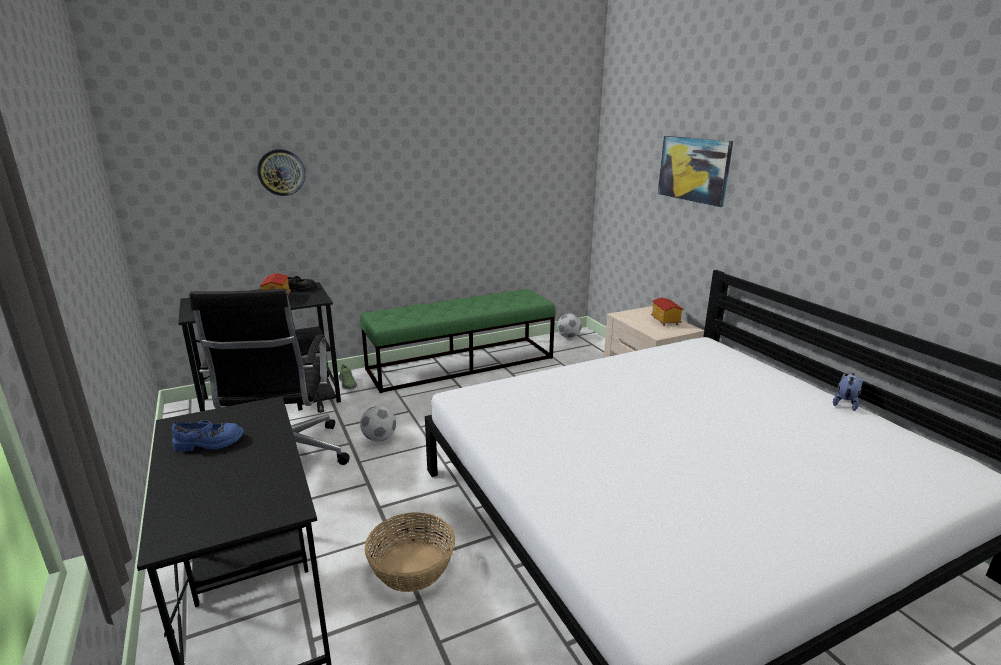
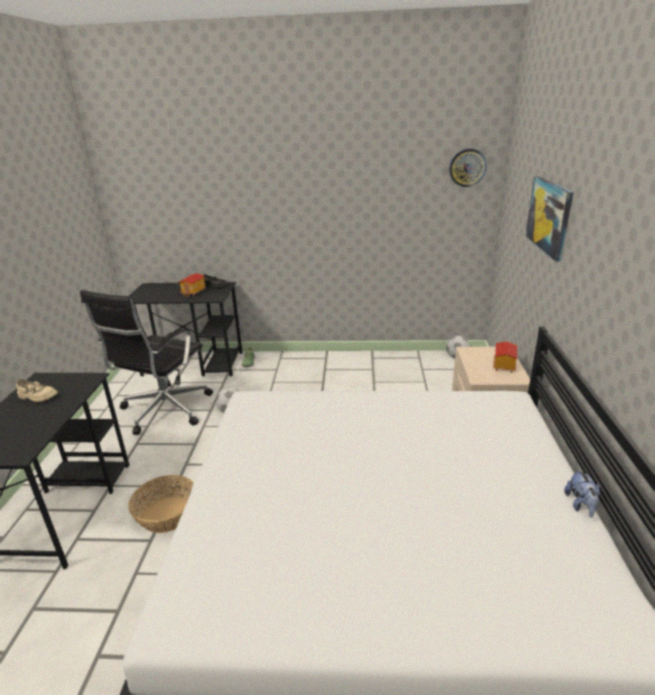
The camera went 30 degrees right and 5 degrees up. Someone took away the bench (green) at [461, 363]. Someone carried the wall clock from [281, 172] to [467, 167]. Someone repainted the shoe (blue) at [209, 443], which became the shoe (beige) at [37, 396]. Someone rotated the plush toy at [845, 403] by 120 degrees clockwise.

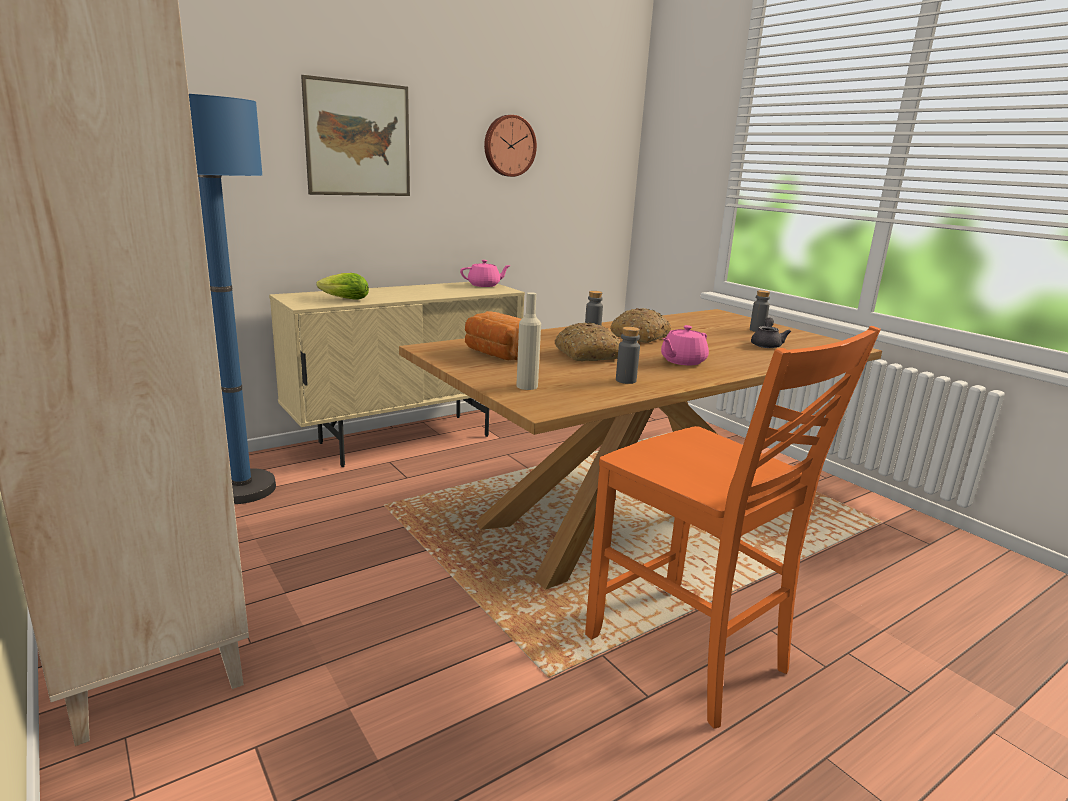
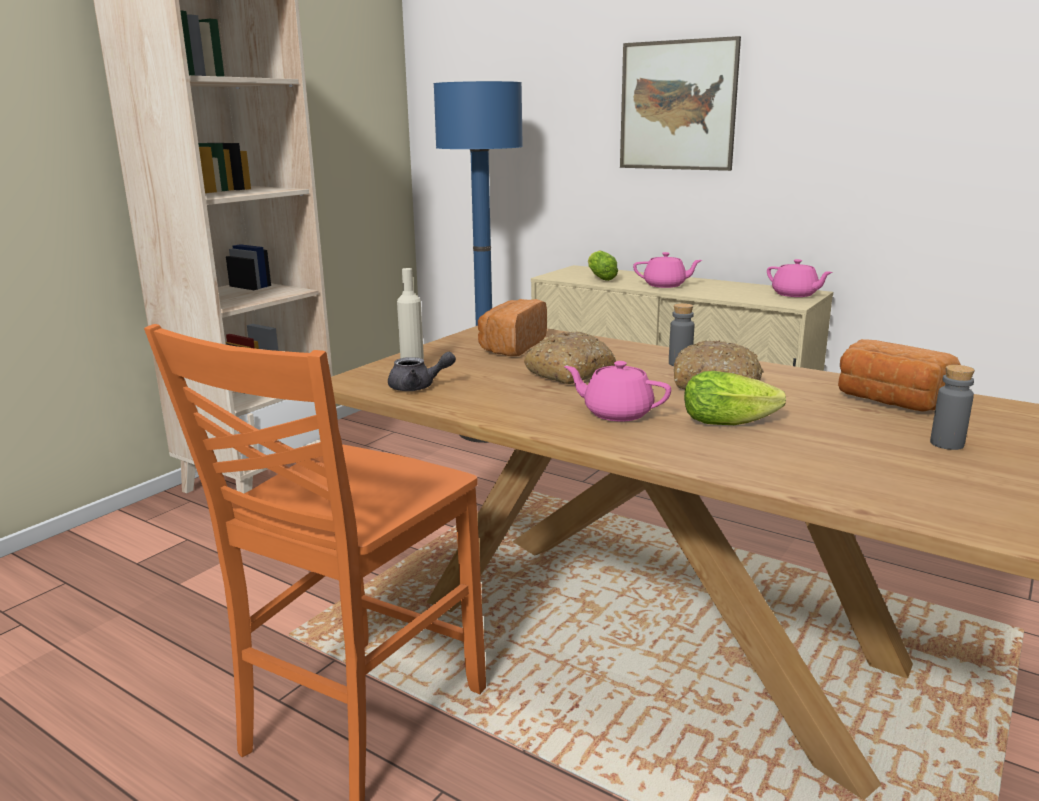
The camera went 70 degrees right and 0 degrees up. Someone took away the wall clock at [509, 146]. Someone took away the bottle (grey) at [625, 380]. Someone put down the teapot (pink) at [665, 285]. Someone put down the lettuce at [733, 421]. Someone put down the bread at [889, 401]. Someone carried the teapot (grey) from [766, 344] to [418, 387].

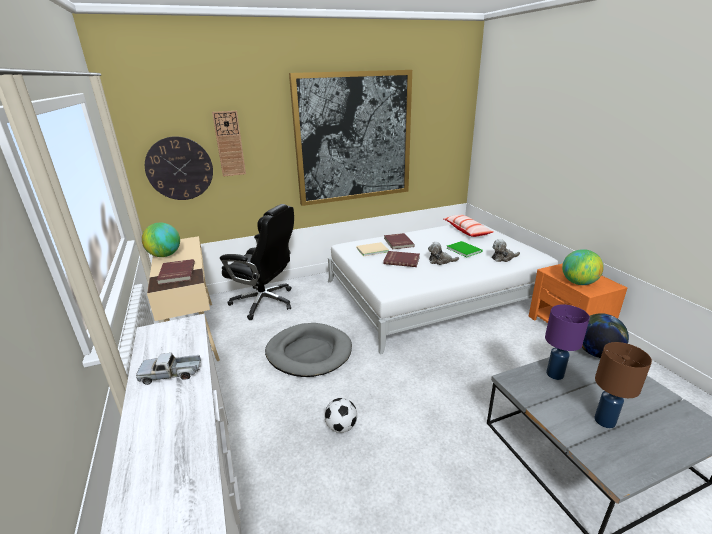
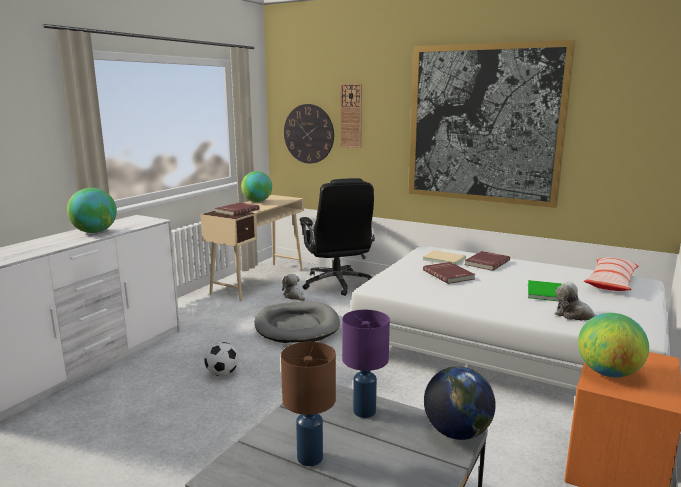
The camera went 50 degrees right and 10 degrees down. Someone carried the plush toy from [440, 261] to [294, 296]. Someone swapped the toy truck at [171, 374] for the globe at [94, 232].

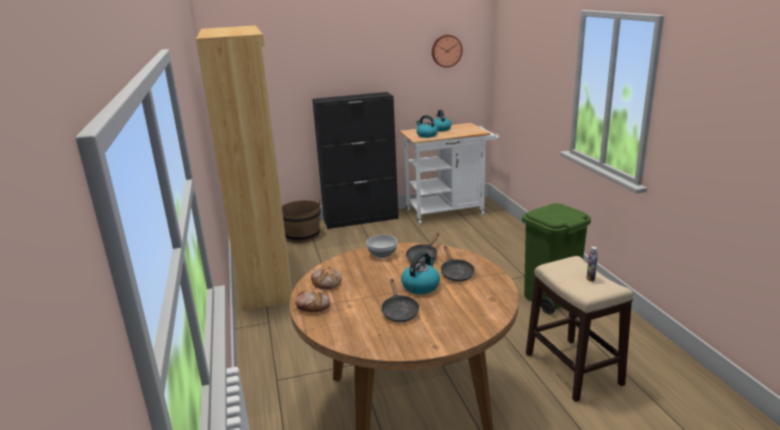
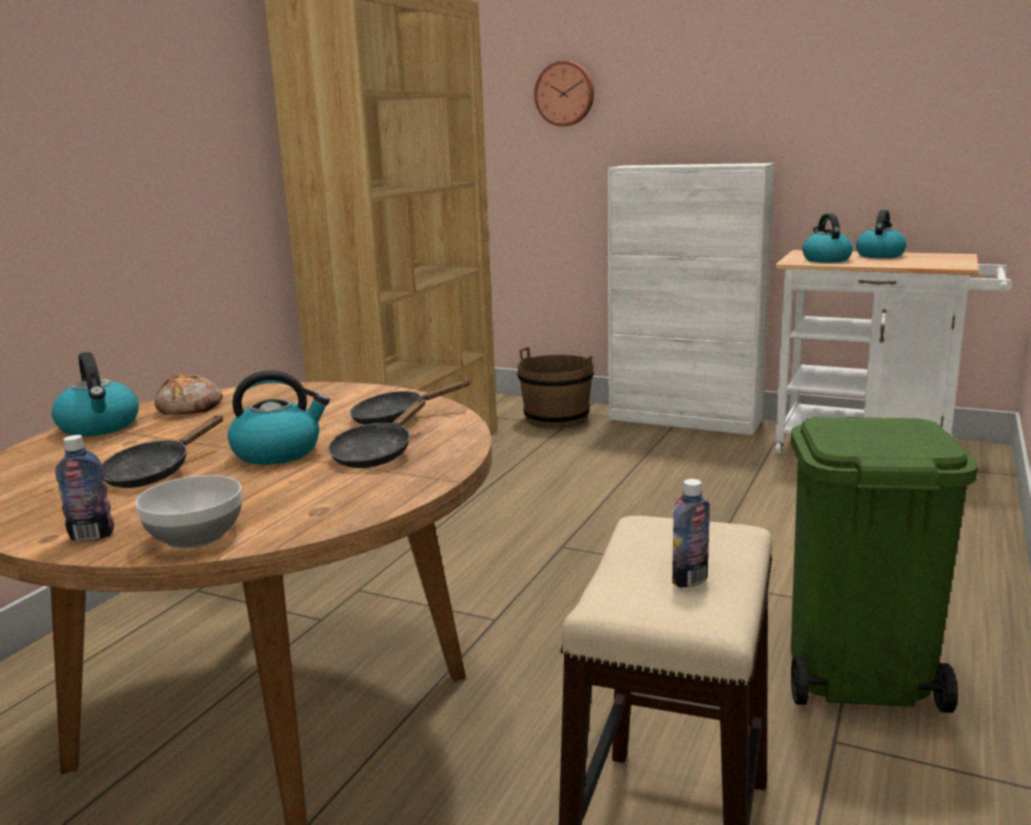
The camera went 40 degrees right and 5 degrees down. Someone put down the bottle at [92, 536]. Someone carried the bowl from [383, 253] to [197, 536]. Someone carried the wall clock from [446, 51] to [565, 94]. Someone swapped the bread at [313, 305] for the kettle at [100, 427]. Someone repainted the cabinet (black) at [361, 219], which became the cabinet (white) at [685, 420].

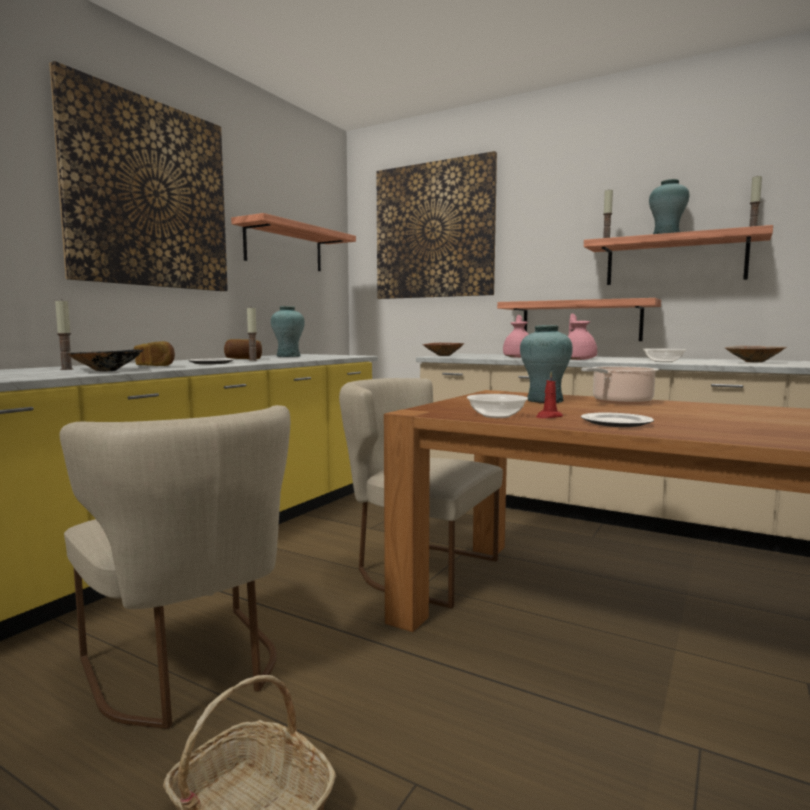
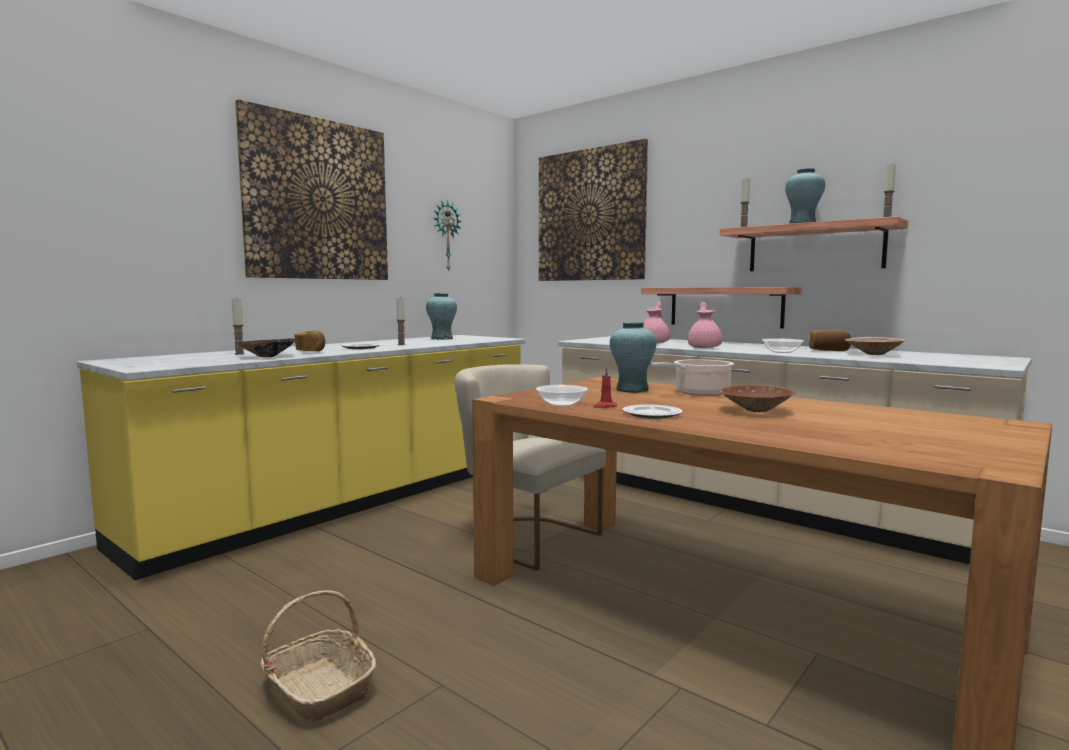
The camera went 10 degrees right and 0 degrees up. Someone took away the chair (beige) at [191, 672]. Someone carried the bread from [243, 359] to [829, 350]. Someone carried the bowl (brown) from [443, 355] to [755, 411]. Someone swapped the shelf at [284, 247] for the wall clock at [445, 236].

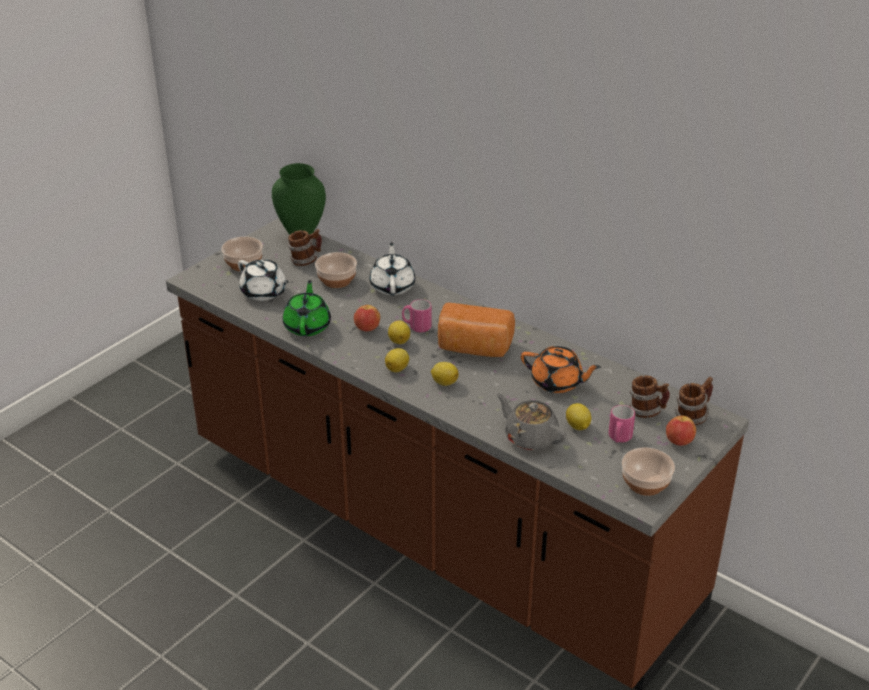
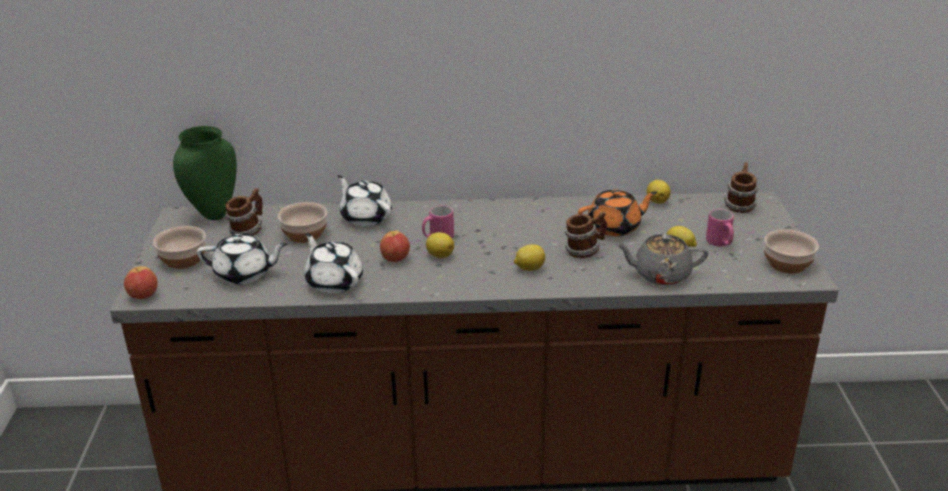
The camera went 40 degrees left and 5 degrees down. Someone took away the bread at [474, 348]. Someone carried the lemon from [397, 368] to [657, 201]. Someone carried the mug from [647, 411] to [584, 251]. Someone carried the apple from [679, 441] to [144, 295]. Someone repainted the teapot (green) at [307, 326], which became the teapot (white) at [334, 282].

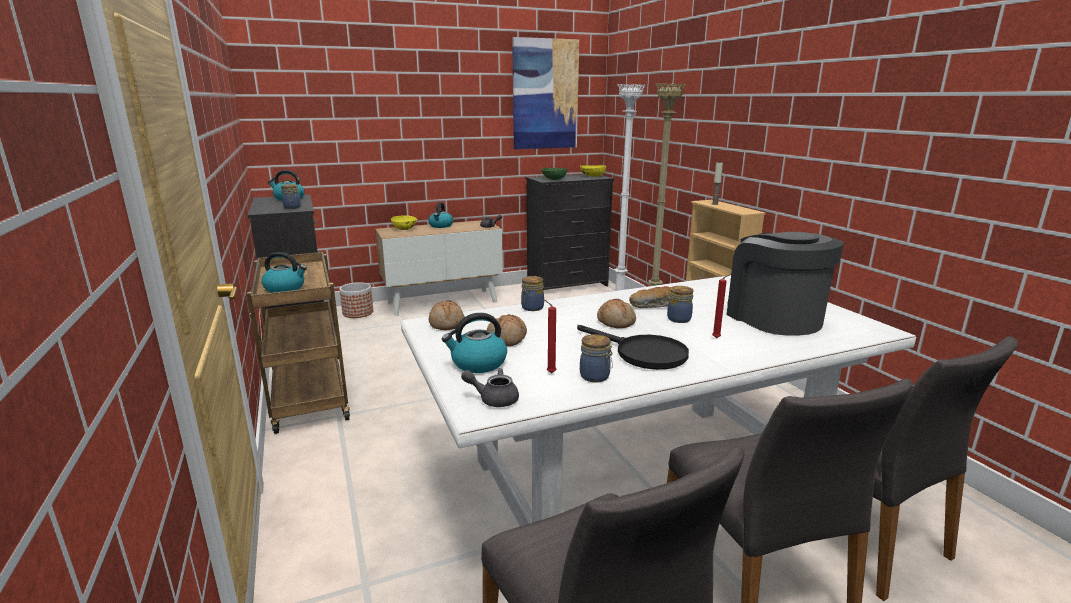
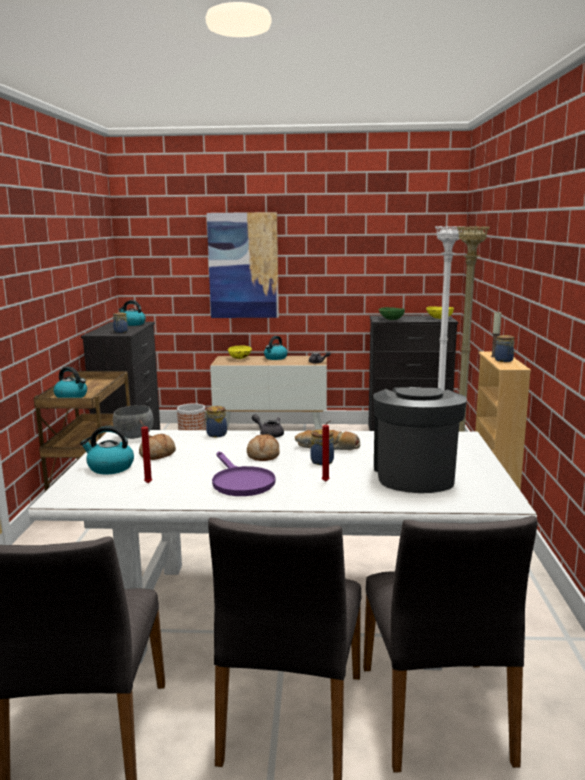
The camera went 25 degrees right and 5 degrees down. Someone carried the teapot (grey) from [493, 399] to [269, 434]. Someone carried the picture from [545, 94] to [243, 265]. Someone carried the jar from [595, 377] to [504, 360]. Someone swapped the bread at [447, 323] for the bowl (grey) at [134, 437]. Someone repainted the frying pan (black) at [642, 353], which became the frying pan (purple) at [240, 482].

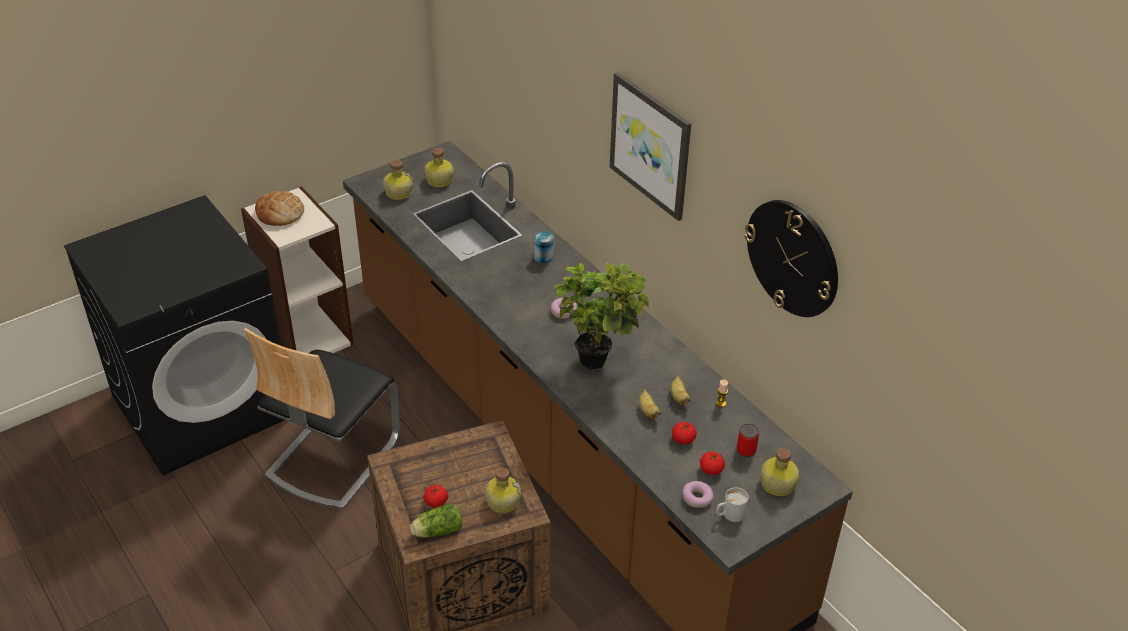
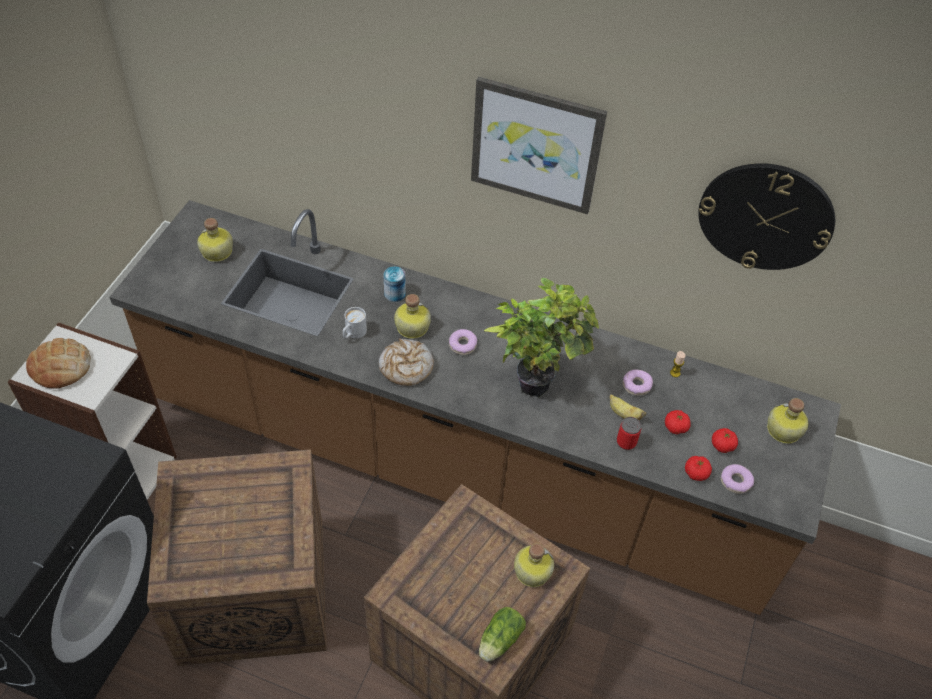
The camera went 35 degrees left and 10 degrees up. Someone put down the bread at [405, 367]. Someone carried the bottle from [398, 192] to [411, 327]. Someone carried the tomato from [436, 502] to [696, 473]. Someone carried the mug (white) from [729, 515] to [353, 333]. Someone carried the can from [746, 450] to [626, 442]. Someone swapped the chair at [332, 457] for the crate at [251, 592]. Someone swapped the banana at [679, 397] for the donut at [636, 385].

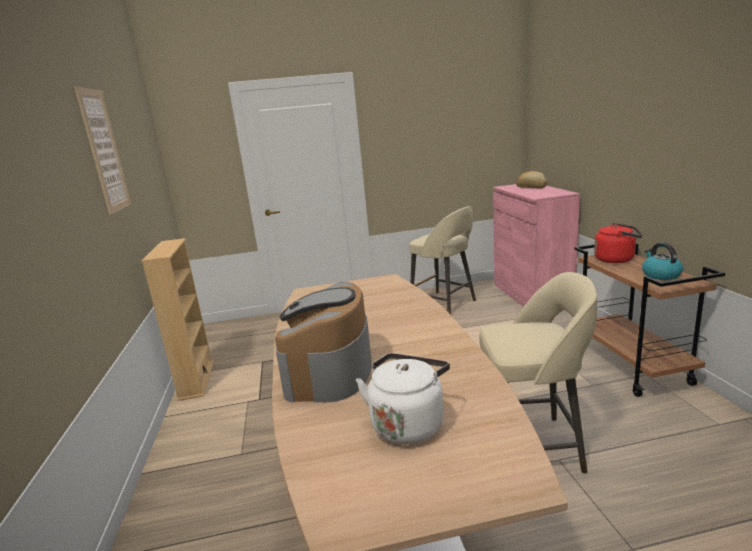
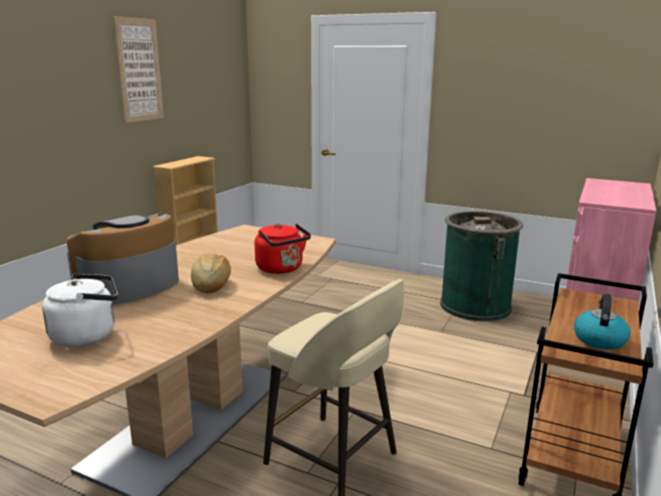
The camera went 35 degrees right and 0 degrees up. Someone carried the bread from [531, 188] to [210, 285]. Someone carried the kettle (red) from [616, 259] to [281, 269]. Someone swapped the stool (beige) at [444, 304] for the trash can (green) at [475, 306].

